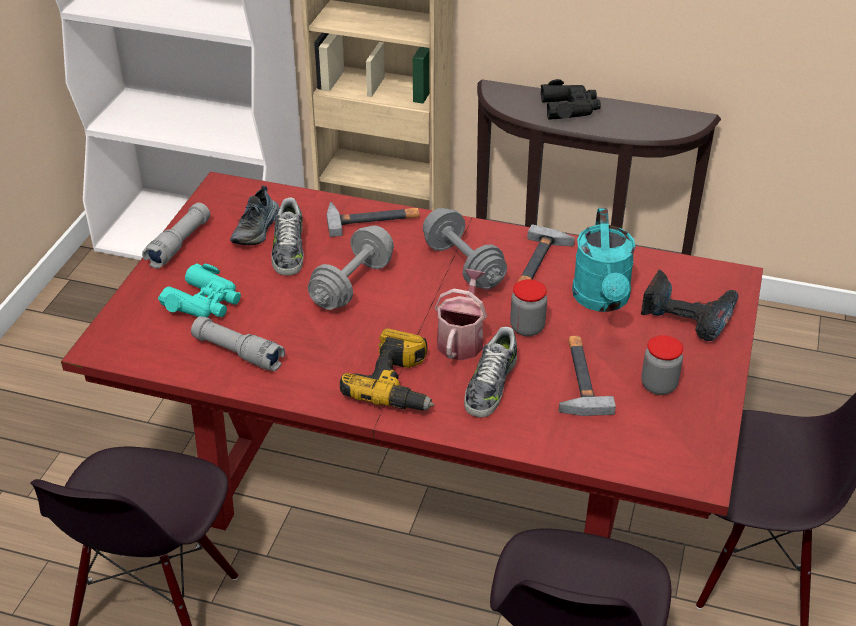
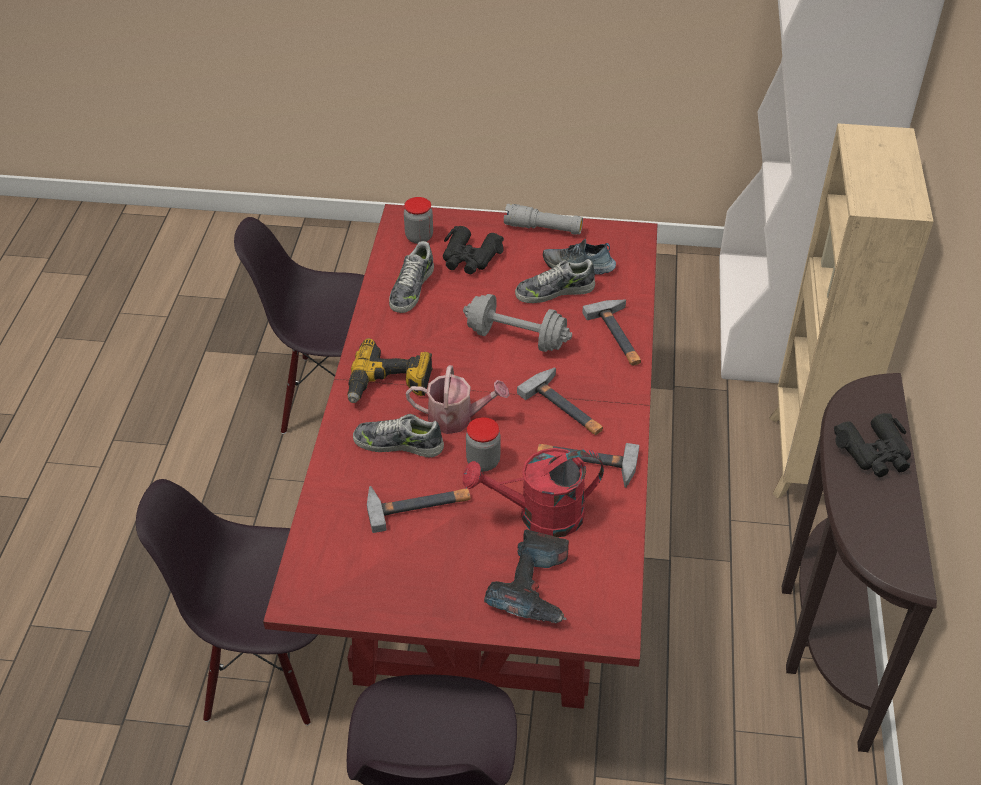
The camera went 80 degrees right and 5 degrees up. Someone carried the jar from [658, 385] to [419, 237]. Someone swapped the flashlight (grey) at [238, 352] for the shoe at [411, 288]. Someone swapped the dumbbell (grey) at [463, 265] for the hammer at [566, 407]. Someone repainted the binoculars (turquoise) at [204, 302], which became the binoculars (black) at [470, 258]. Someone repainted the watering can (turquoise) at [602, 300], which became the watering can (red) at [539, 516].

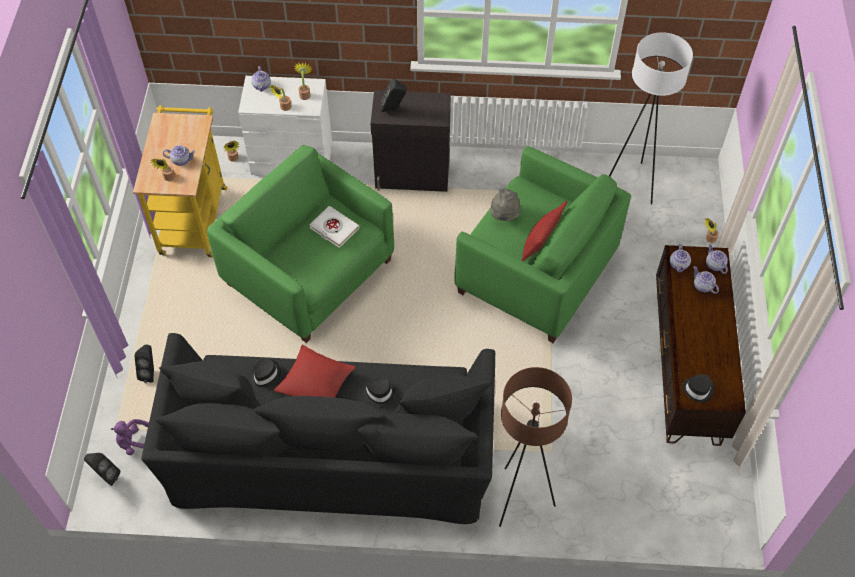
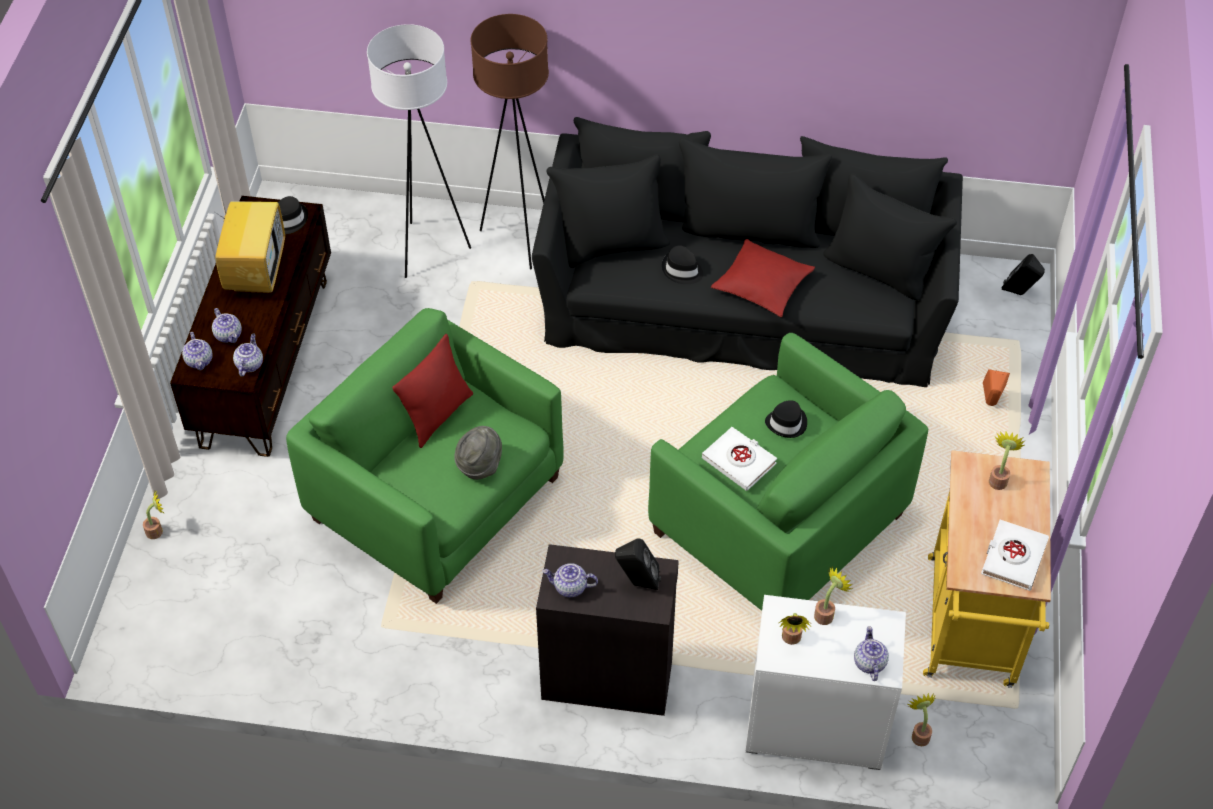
The camera went 175 degrees left and 5 degrees down. Someone took away the plush toy (purple) at [135, 442]. Someone put down the television at [255, 270]. Someone put down the book (white) at [1013, 558]. Someone carried the teapot from [181, 160] to [570, 587]. Someone carried the hat (black) from [264, 375] to [787, 423]. Someone carried the floor lamp (white) from [632, 184] to [428, 250]. Someone repainted the speaker (black) at [150, 372], which became the speaker (orange) at [990, 404].

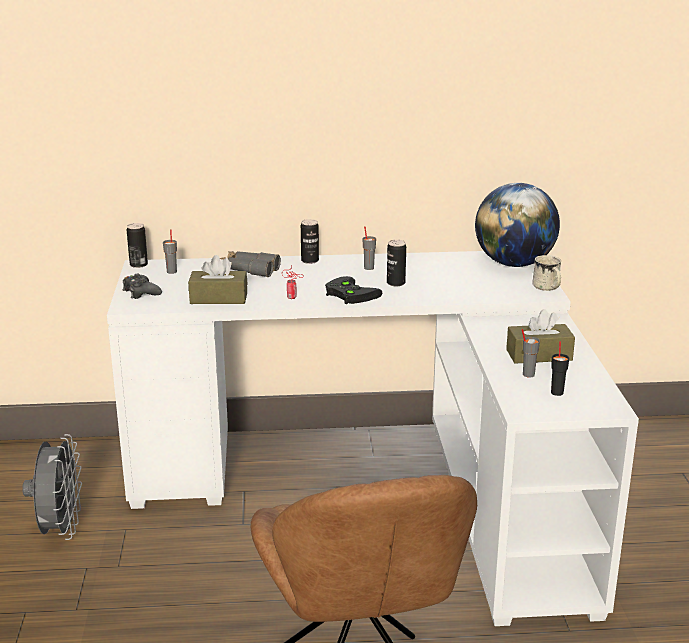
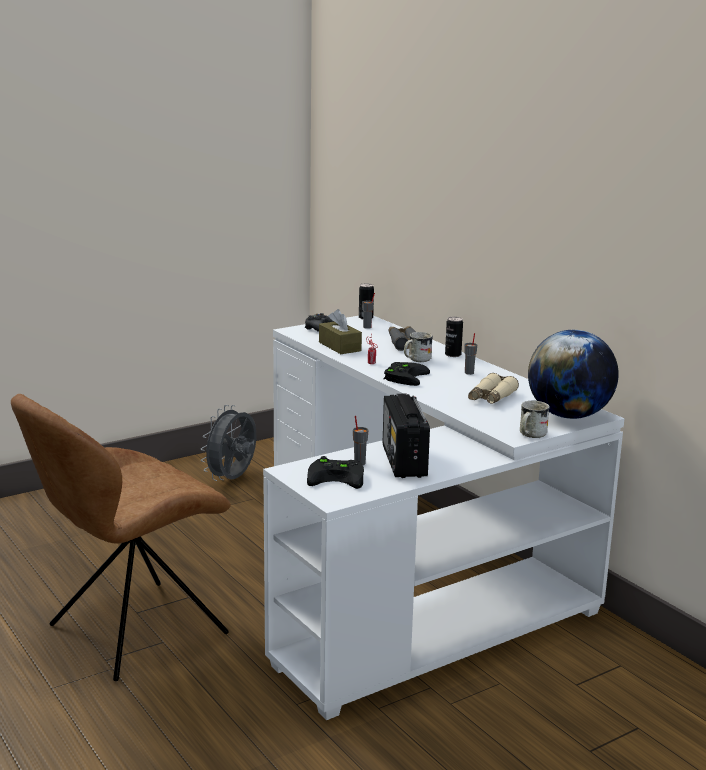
The camera went 60 degrees right and 5 degrees down. Someone took away the can at [396, 283]. Someone put down the mug (white) at [416, 359]. Someone put down the binoculars (beige) at [491, 397]. Someone swapped the tissue box (brown) at [539, 355] for the radio at [404, 461]. Someone swapped the cup (black) at [557, 392] for the game controller (black) at [338, 477]. Someone rotated the fan (grey) at [60, 530] by 150 degrees clockwise.

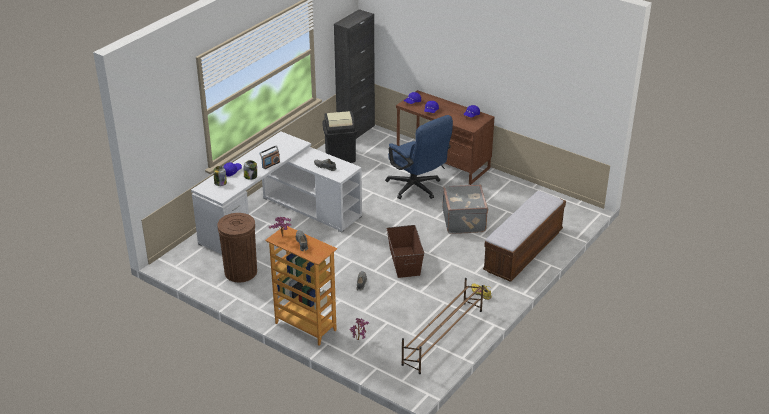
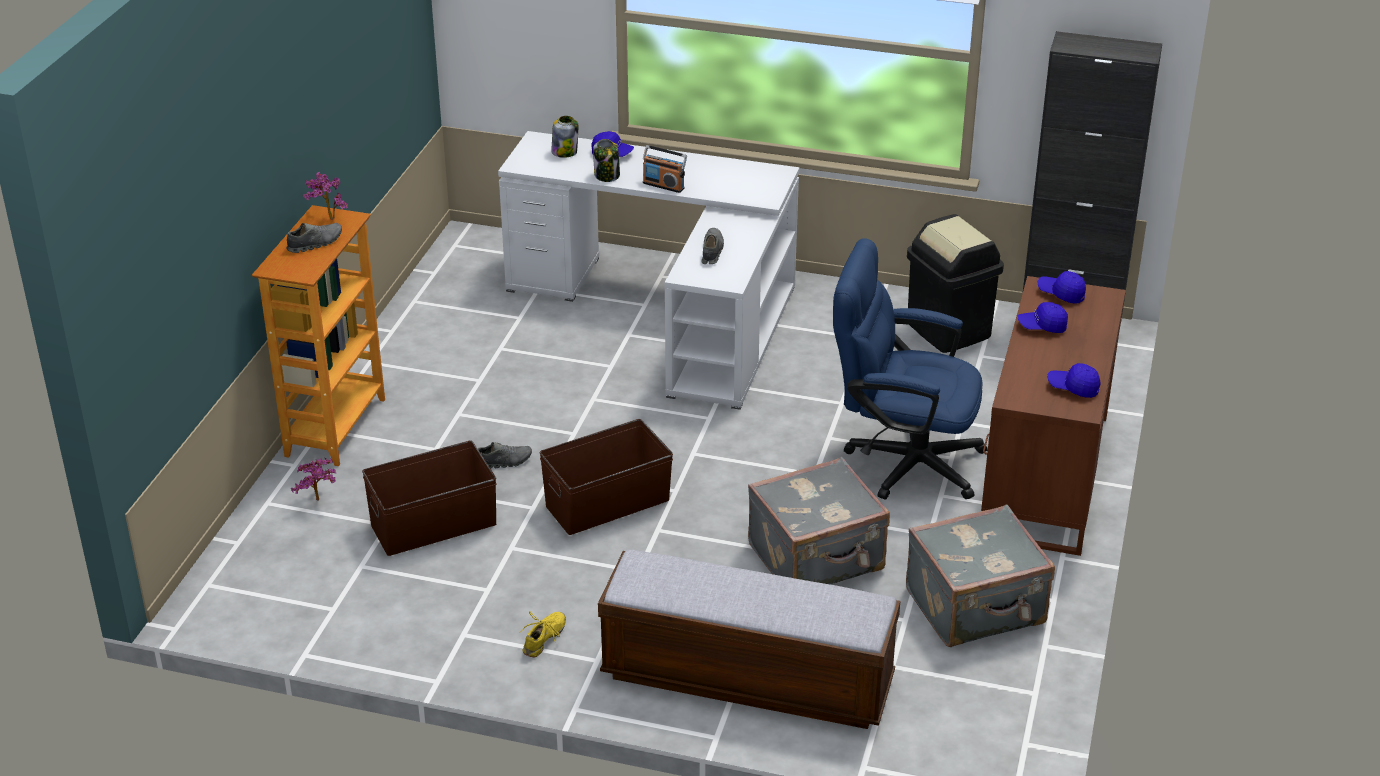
The camera went 70 degrees right and 0 degrees up. Someone took away the trash can (brown) at [240, 272]. Someone took away the shoe rack (brown) at [442, 337]. Someone put down the storage box (brown) at [432, 524]. Someone put down the suitcase (grey) at [976, 608]. Someone rotated the office chair (blue) at [417, 188] by 75 degrees clockwise.

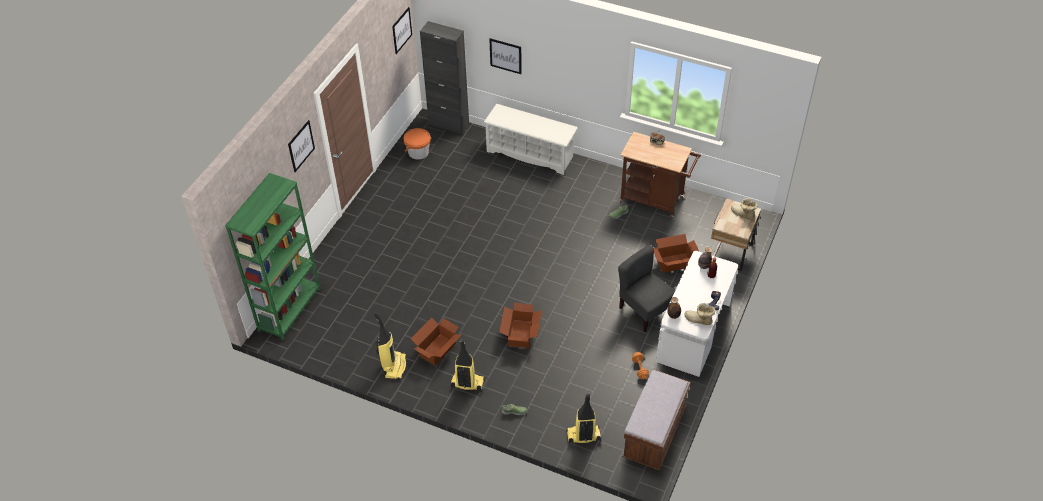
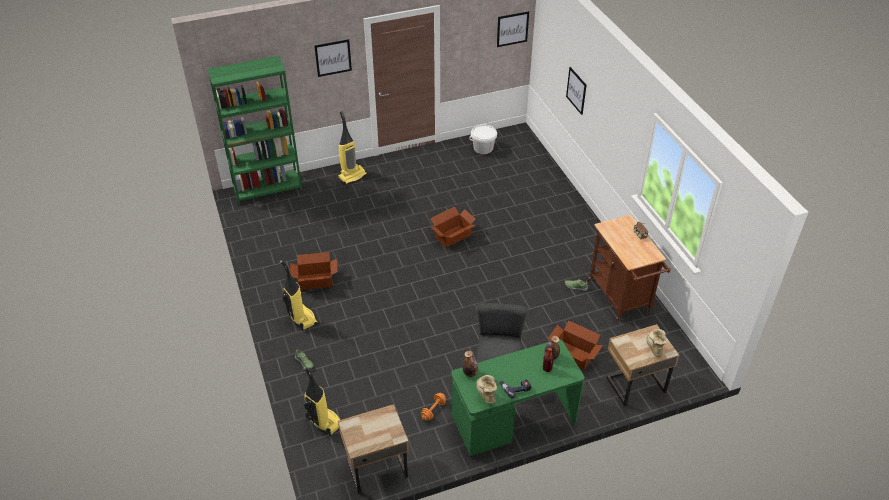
The camera went 45 degrees right and 5 degrees down. Someone took away the cabinet (black) at [449, 124]. Someone took away the shoe rack (white) at [530, 154]. Someone carried the vacuum cleaner from [394, 366] to [352, 176]. Someone carried the cardboard box from [521, 333] to [453, 236]. Someone swapped the bench (brown) at [654, 434] for the nightstand (beige) at [376, 467]. Someone repainted the bucket (orange) at [418, 152], which became the bucket (white) at [483, 148]. Someone repainted the desk (white) at [693, 334], which became the desk (green) at [513, 421].

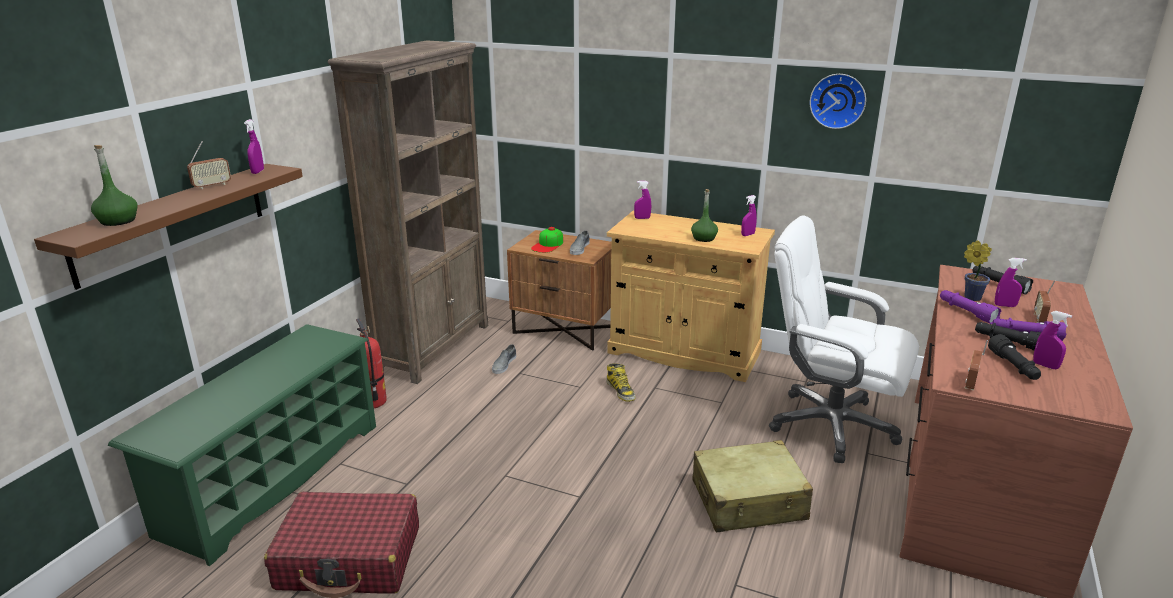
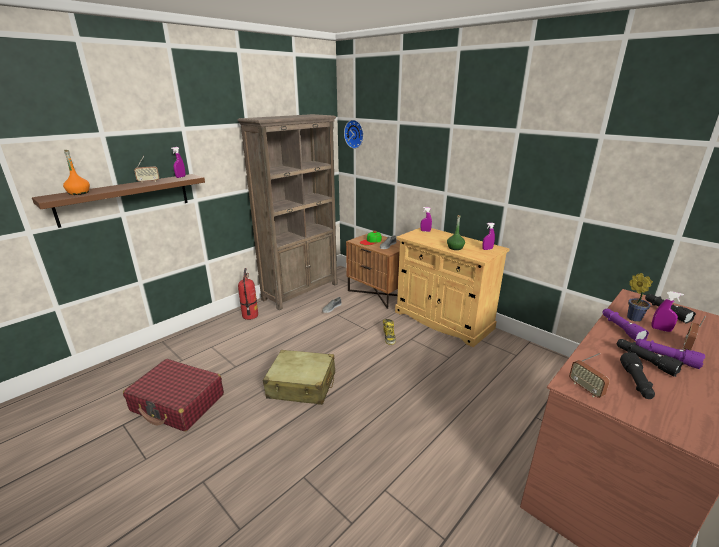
The camera went 20 degrees right and 0 degrees up. Someone took away the shoe rack (green) at [272, 477]. Someone took away the office chair (white) at [830, 425]. Someone took away the spray bottle (purple) at [1045, 366]. Someone carried the suitcase (beige) from [749, 501] to [302, 385]. Someone carried the wall clock from [838, 100] to [355, 134]. Someone repainted the bottle (green) at [118, 221], which became the bottle (orange) at [79, 193]. Someone rotated the radio at [971, 383] by 75 degrees counterclockwise.

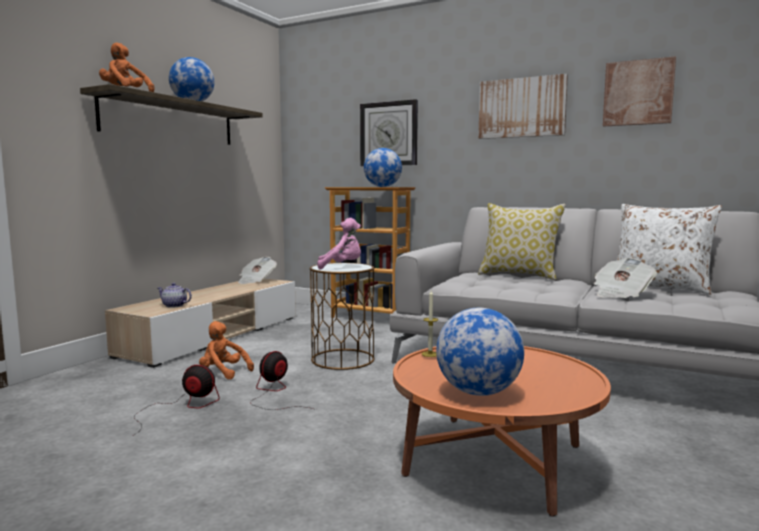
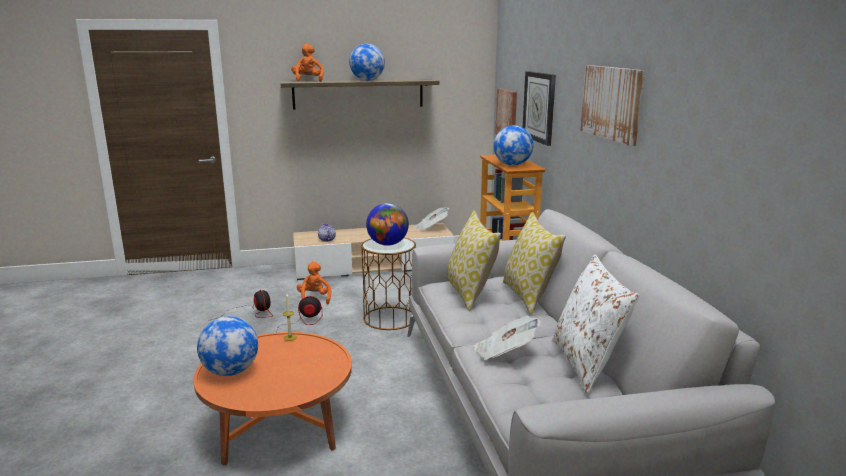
The camera went 50 degrees right and 10 degrees up. Someone put down the pillow at [470, 293]. Someone carried the picture from [638, 93] to [507, 113]. Someone swapped the plush toy (pink) at [341, 267] for the globe at [387, 244].

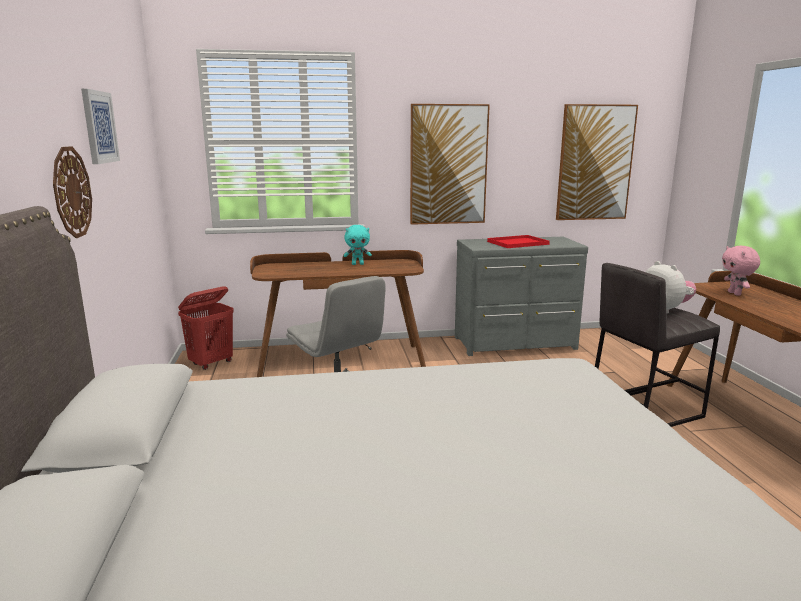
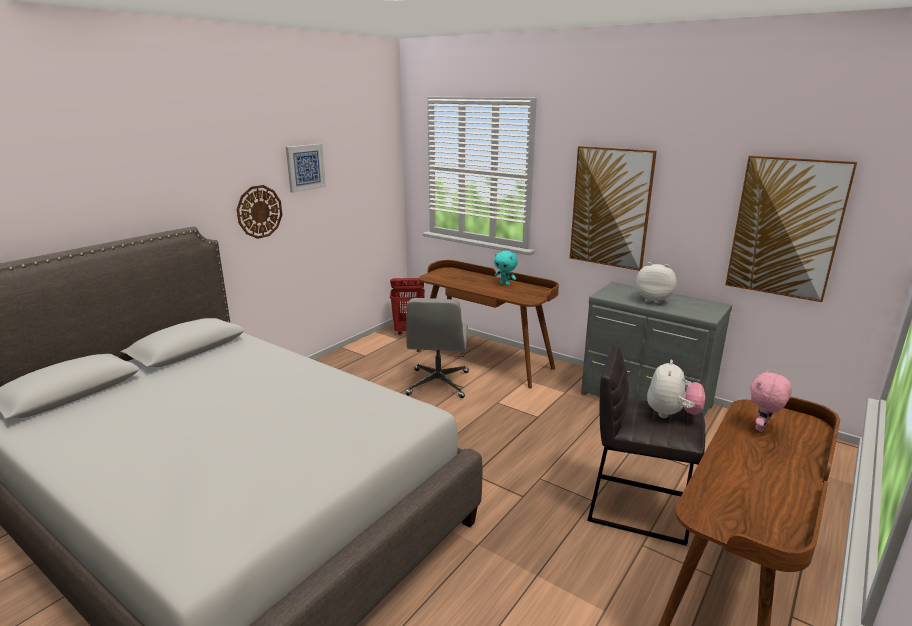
The camera went 45 degrees right and 5 degrees up. Someone swapped the tray (red) at [517, 243] for the plush toy at [653, 300].

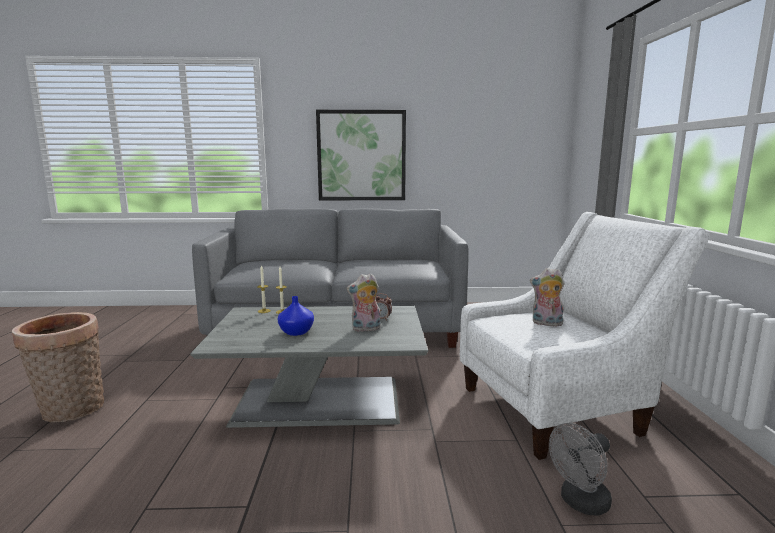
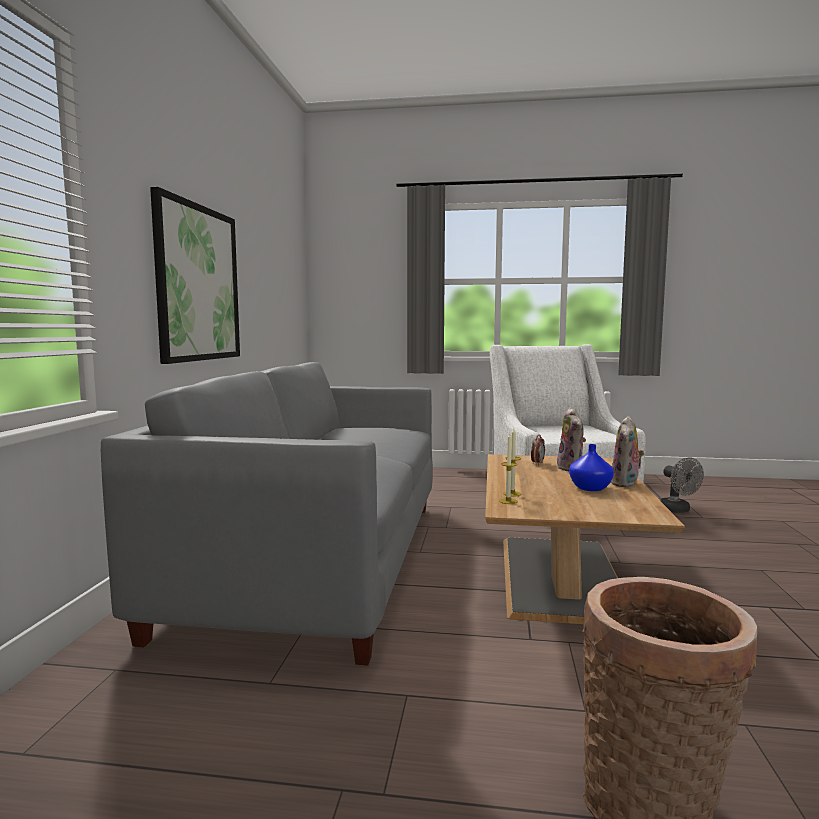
The camera went 80 degrees left and 5 degrees down. Someone carried the plush toy from [546, 324] to [626, 484]. Someone repainted the coffee table (grey) at [322, 400], which became the coffee table (brown) at [559, 574].

